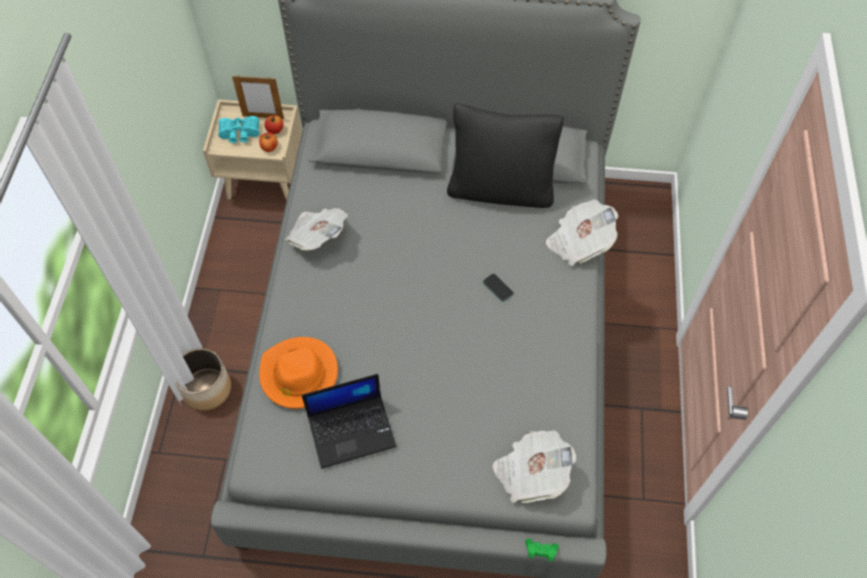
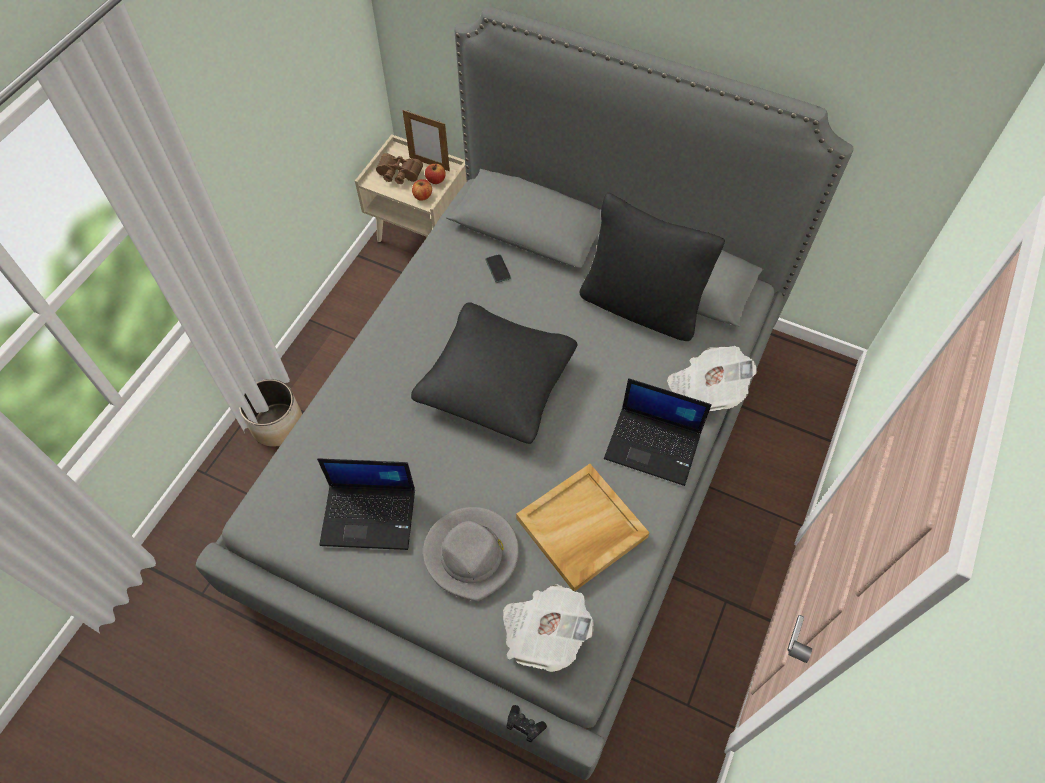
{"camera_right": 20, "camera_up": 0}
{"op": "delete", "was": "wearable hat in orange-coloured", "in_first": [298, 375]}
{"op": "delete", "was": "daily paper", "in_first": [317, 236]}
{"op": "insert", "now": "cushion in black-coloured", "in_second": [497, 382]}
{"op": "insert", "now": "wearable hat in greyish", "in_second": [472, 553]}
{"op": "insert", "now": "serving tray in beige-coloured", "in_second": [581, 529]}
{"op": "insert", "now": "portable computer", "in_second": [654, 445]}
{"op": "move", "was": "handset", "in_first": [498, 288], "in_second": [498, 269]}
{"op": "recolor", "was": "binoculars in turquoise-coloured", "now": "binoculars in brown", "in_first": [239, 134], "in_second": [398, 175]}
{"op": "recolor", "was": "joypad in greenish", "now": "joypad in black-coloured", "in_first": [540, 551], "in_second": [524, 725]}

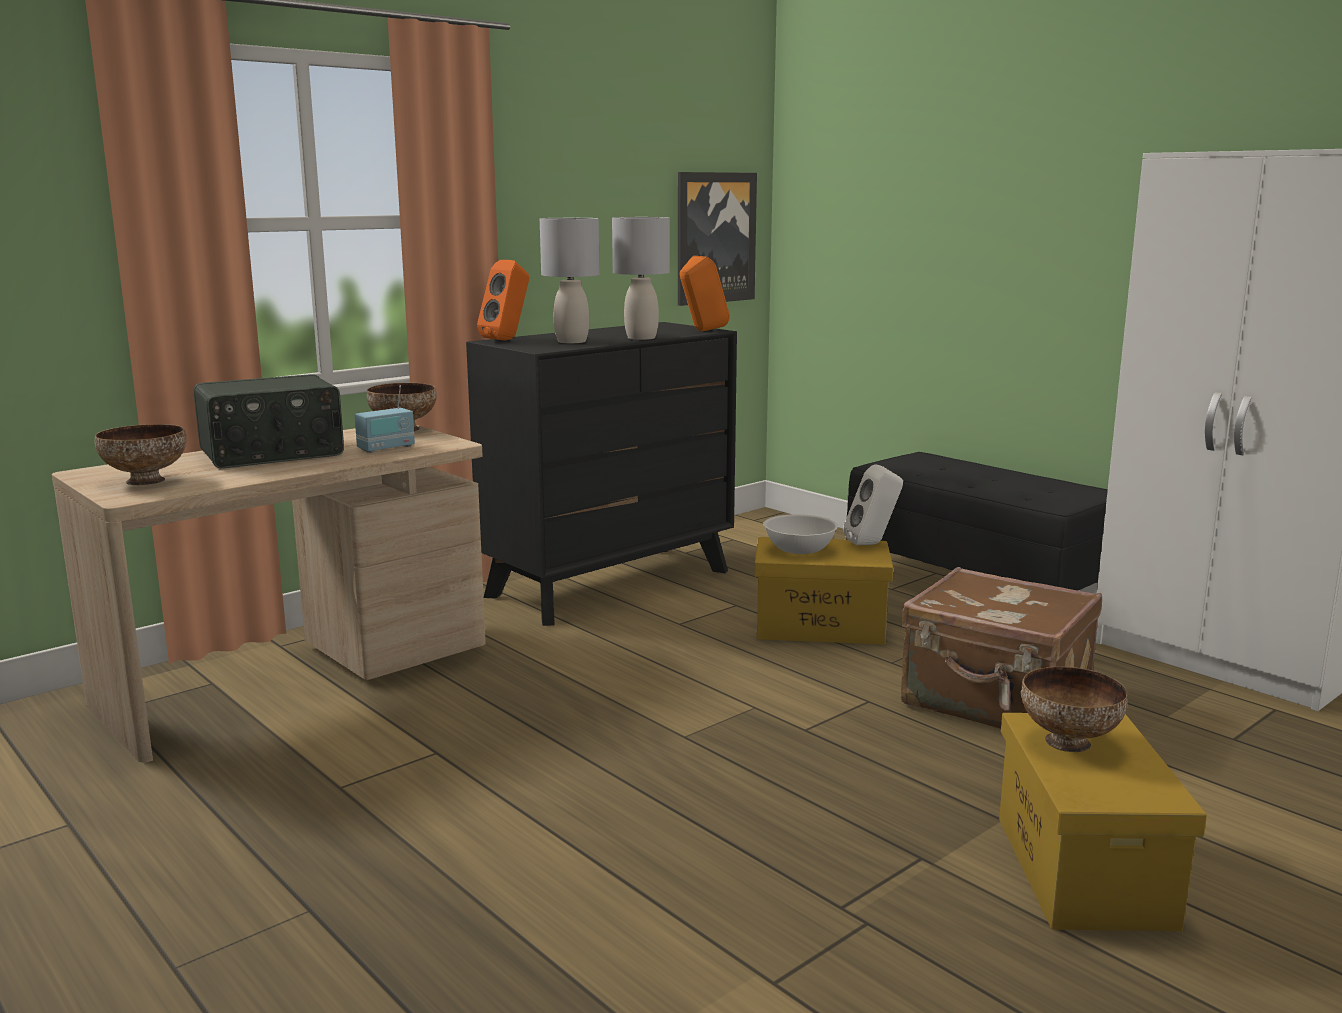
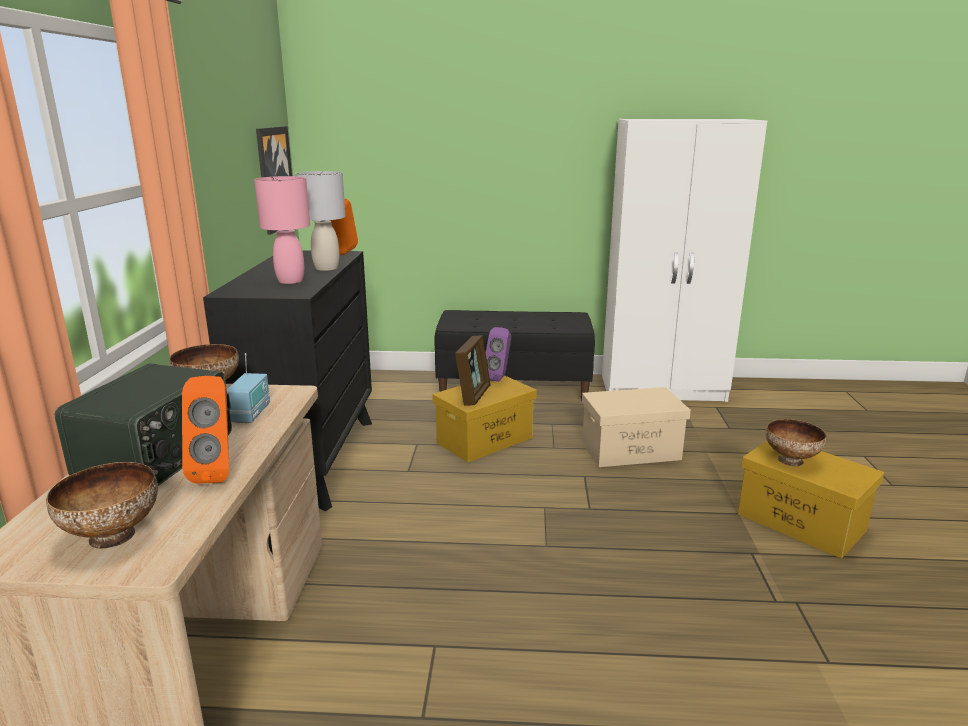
{"camera_right": -45, "camera_up": 5}
{"op": "move", "was": "speaker in orange-coloured", "in_first": [507, 340], "in_second": [218, 472]}
{"op": "replace", "was": "deep dish in whitish", "now": "picture frame", "in_first": [800, 550], "in_second": [473, 395]}
{"op": "replace", "was": "suitcase in brown", "now": "storage container in beige-coloured", "in_first": [996, 702], "in_second": [631, 450]}
{"op": "recolor", "was": "lamp for a table in greyish", "now": "lamp for a table in pink", "in_first": [571, 341], "in_second": [290, 281]}
{"op": "recolor", "was": "speaker in whitish", "now": "speaker in purple-coloured", "in_first": [873, 544], "in_second": [499, 378]}

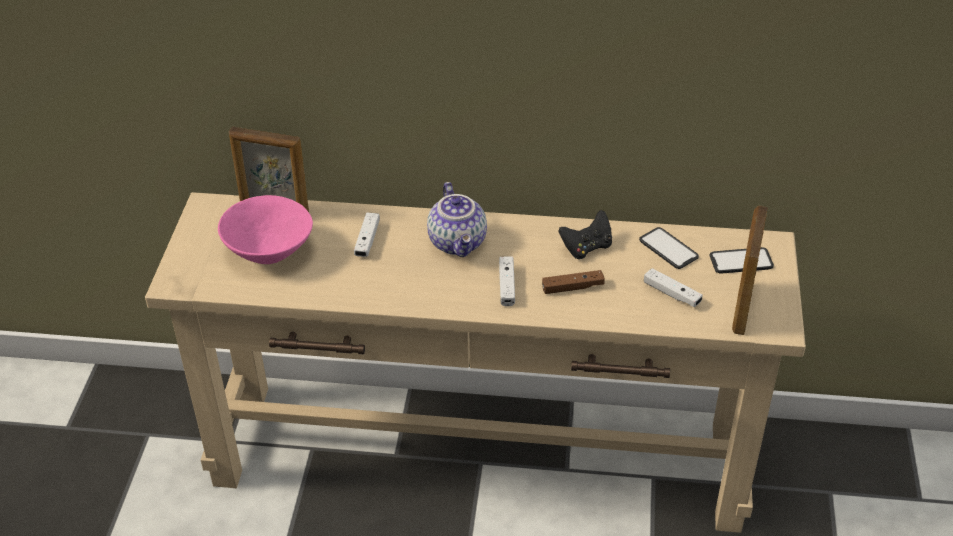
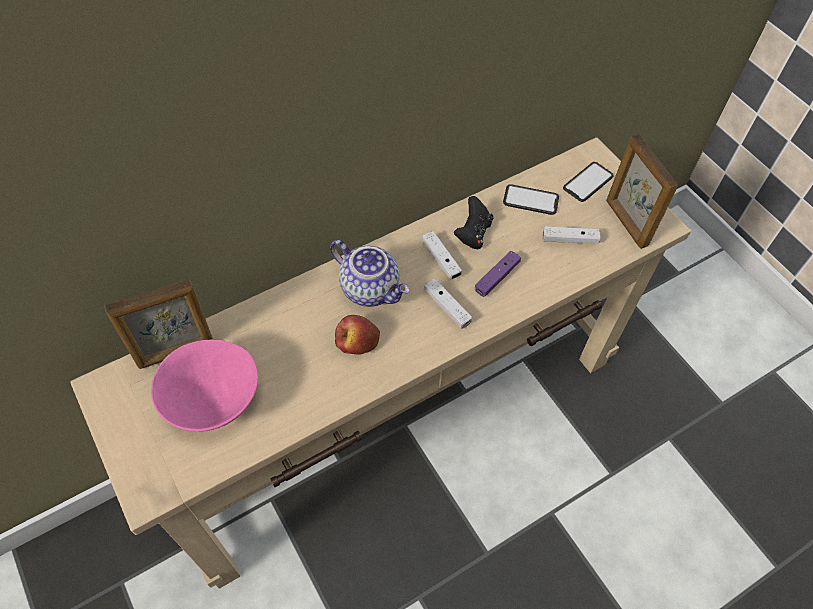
{"camera_right": -40, "camera_up": 15}
{"op": "insert", "now": "apple", "in_second": [357, 341]}
{"op": "move", "was": "joypad in whitish", "in_first": [367, 240], "in_second": [441, 259]}
{"op": "recolor", "was": "joypad in brown", "now": "joypad in purple-coloured", "in_first": [572, 287], "in_second": [496, 277]}

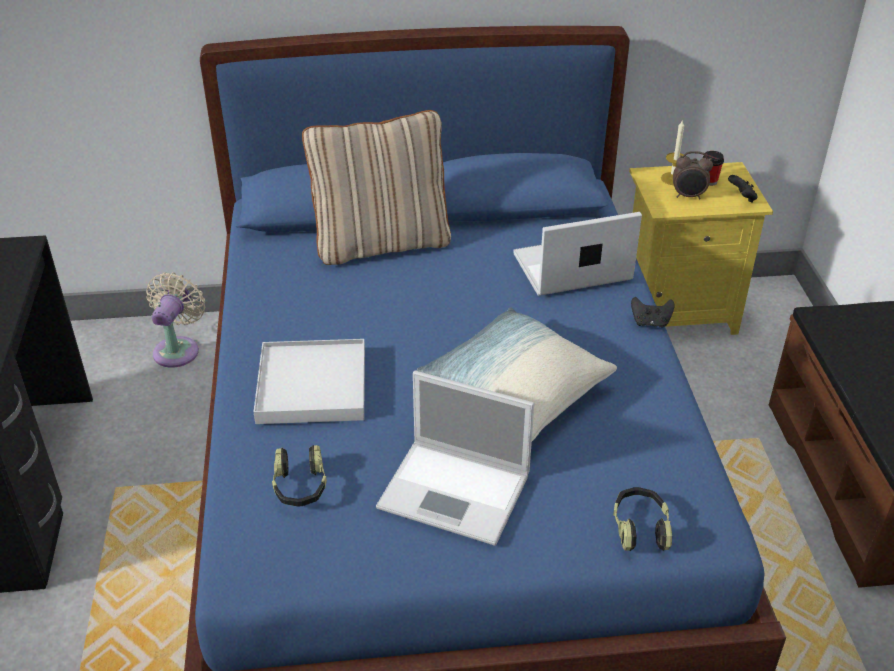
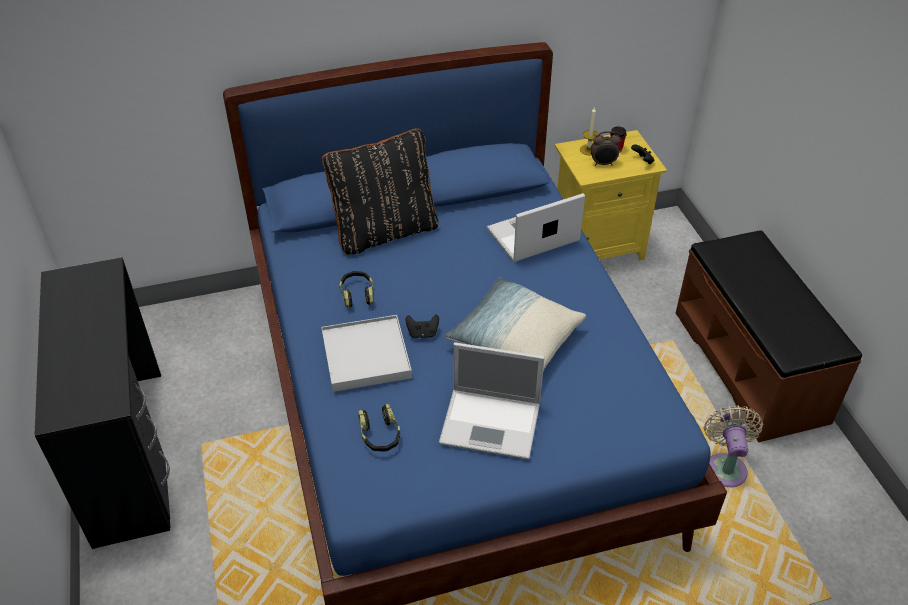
{"camera_right": -10, "camera_up": 5}
{"op": "move", "was": "fan in beige-coloured", "in_first": [178, 349], "in_second": [725, 466]}
{"op": "move", "was": "headphones", "in_first": [640, 527], "in_second": [357, 294]}
{"op": "move", "was": "joypad in black-coloured", "in_first": [650, 322], "in_second": [422, 333]}
{"op": "recolor", "was": "cushion in beige-coloured", "now": "cushion in black-coloured", "in_first": [381, 243], "in_second": [385, 231]}

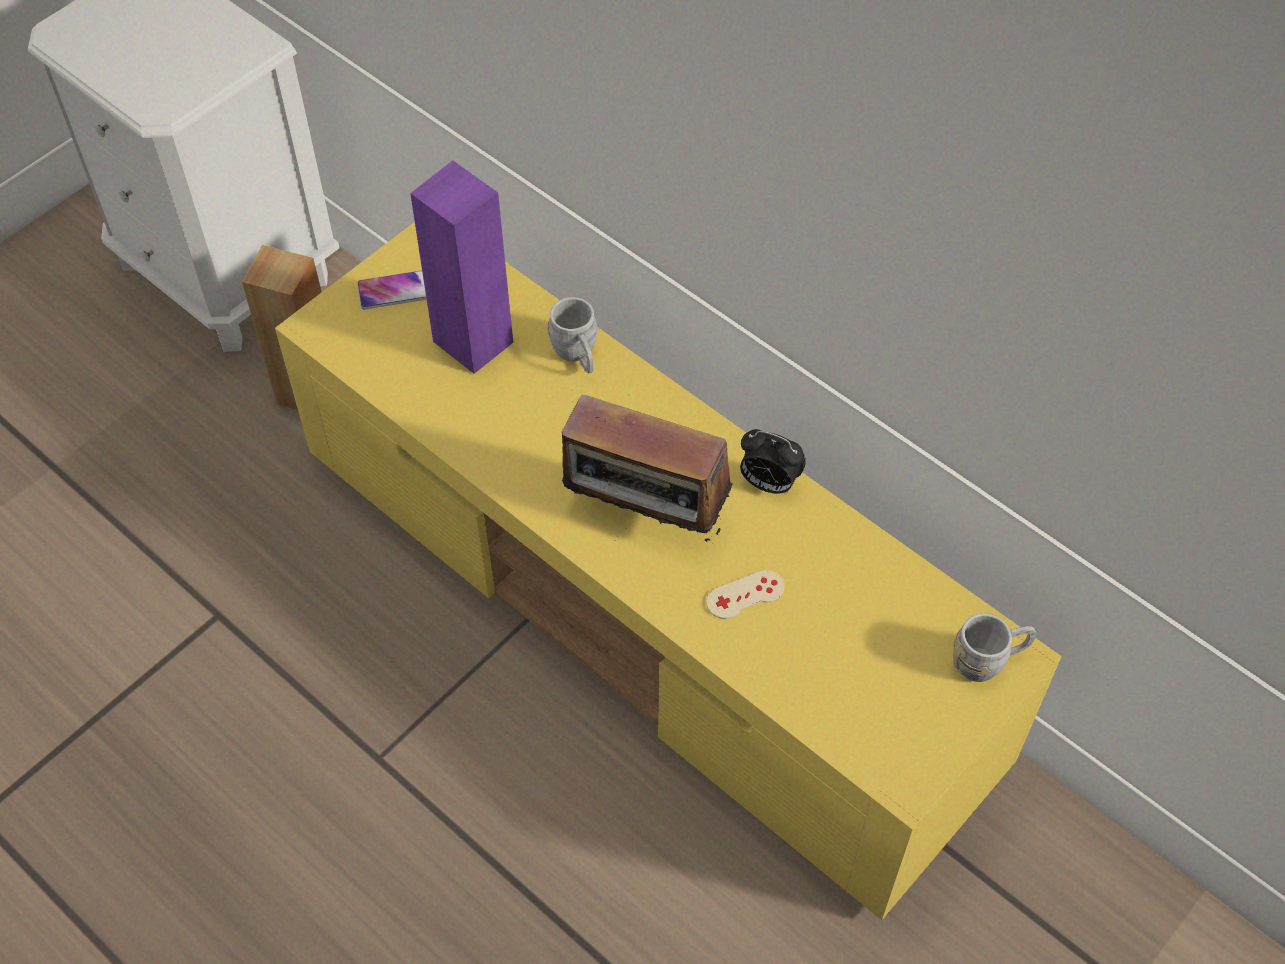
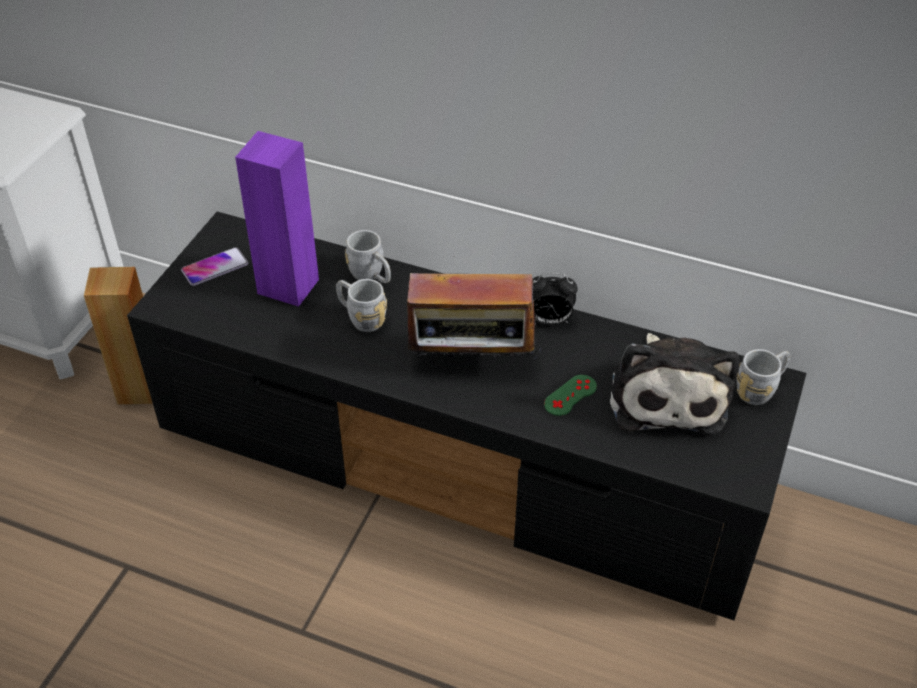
{"camera_right": -20, "camera_up": -10}
{"op": "insert", "now": "mug in greyish", "in_second": [361, 317]}
{"op": "insert", "now": "soft toy", "in_second": [667, 394]}
{"op": "recolor", "was": "tv stand in yellow", "now": "tv stand in black-coloured", "in_first": [647, 606], "in_second": [462, 463]}
{"op": "recolor", "was": "joypad in beige-coloured", "now": "joypad in greenish", "in_first": [745, 595], "in_second": [570, 395]}

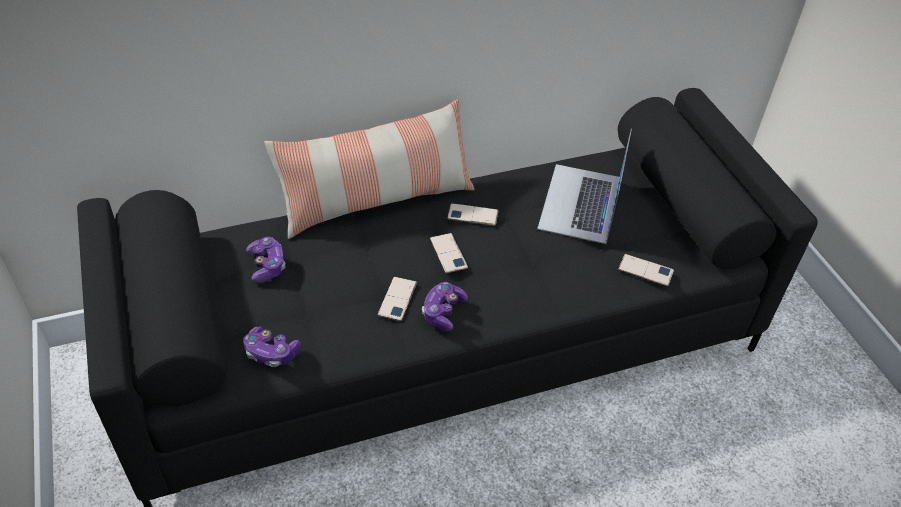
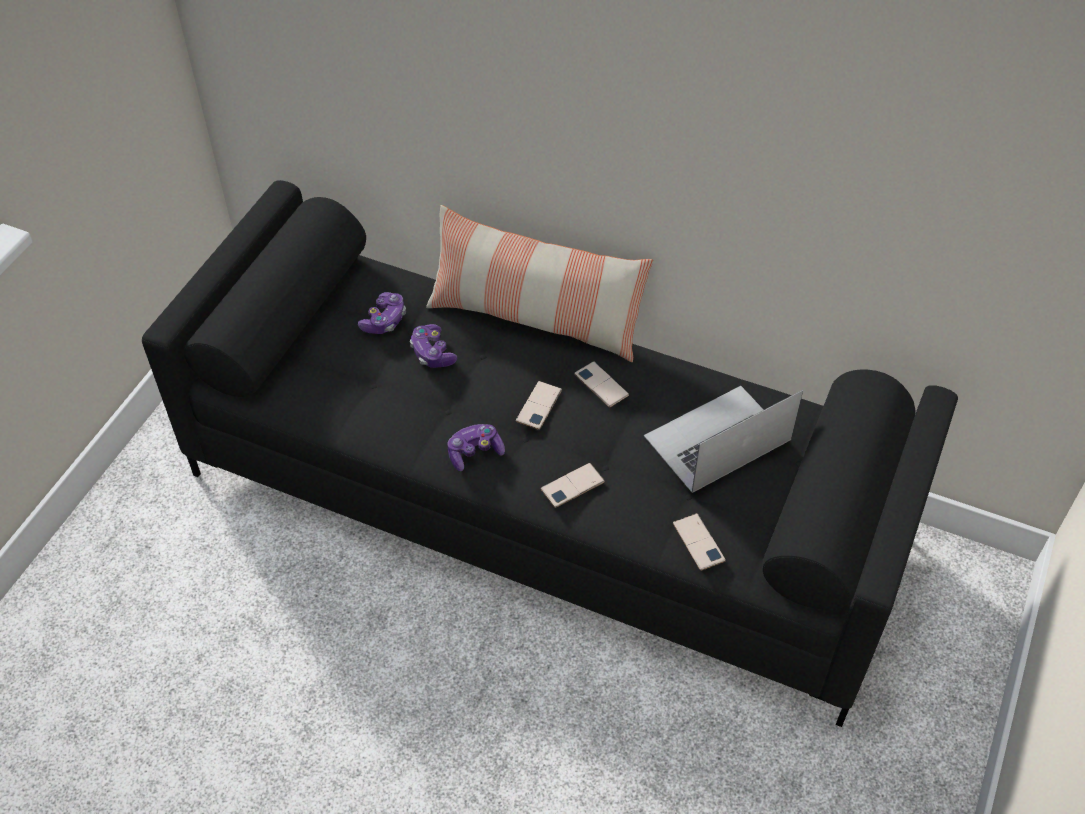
{"camera_right": 45, "camera_up": 5}
{"op": "move", "was": "joypad", "in_first": [271, 353], "in_second": [432, 353]}
{"op": "move", "was": "handset", "in_first": [397, 299], "in_second": [572, 485]}

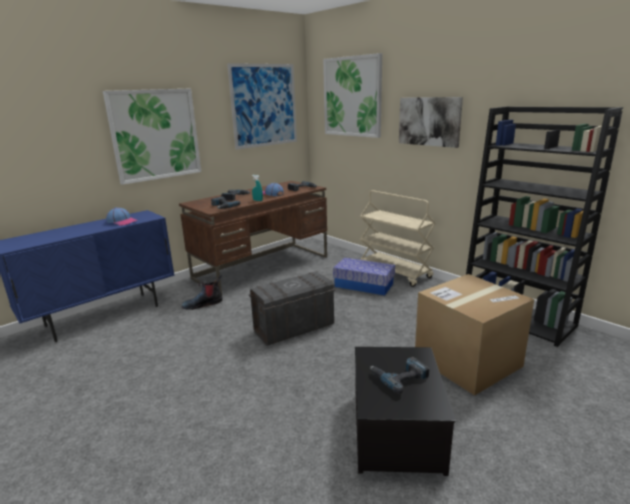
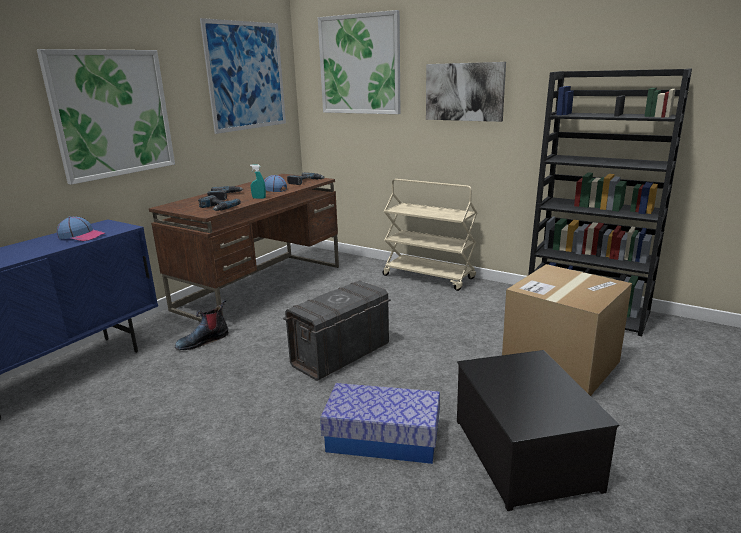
{"camera_right": -15, "camera_up": 0}
{"op": "delete", "was": "electric drill", "in_first": [399, 377]}
{"op": "move", "was": "storage container", "in_first": [364, 285], "in_second": [383, 438]}

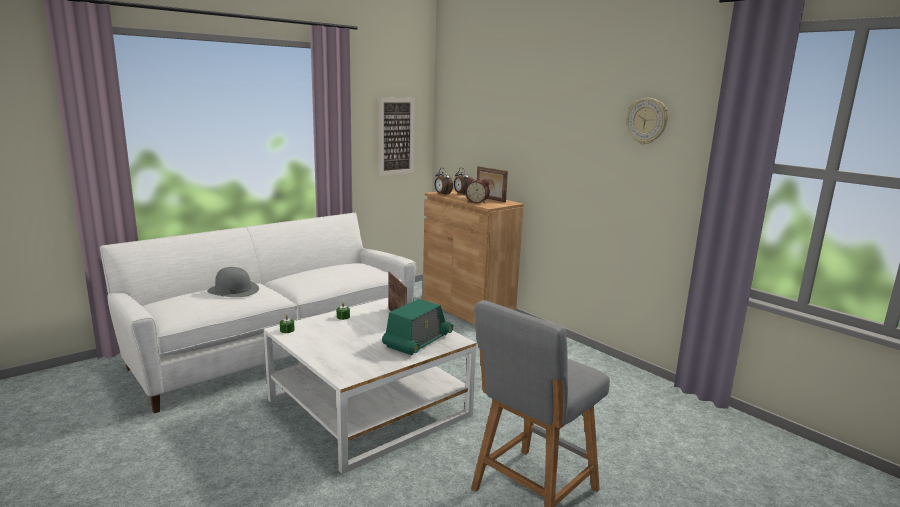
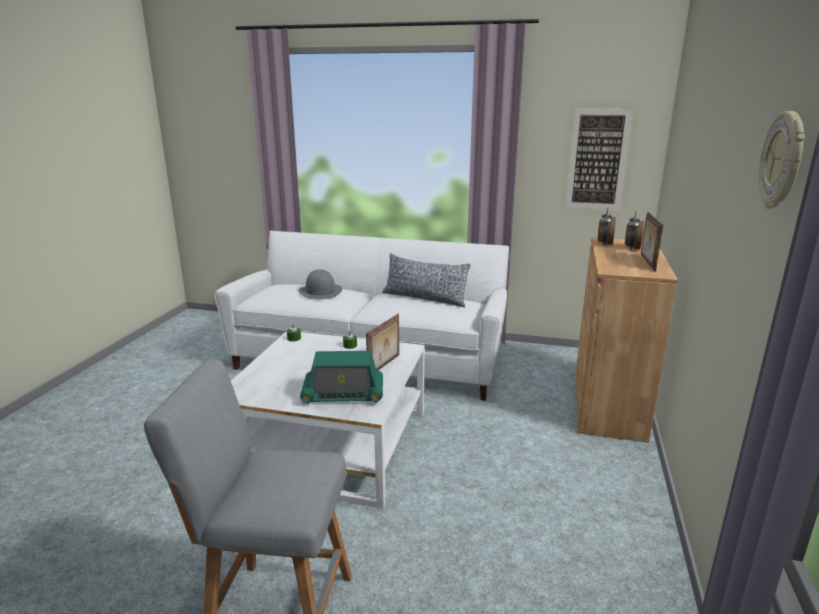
{"camera_right": 55, "camera_up": 5}
{"op": "delete", "was": "alarm clock", "in_first": [477, 202]}
{"op": "insert", "now": "cushion", "in_second": [424, 298]}

